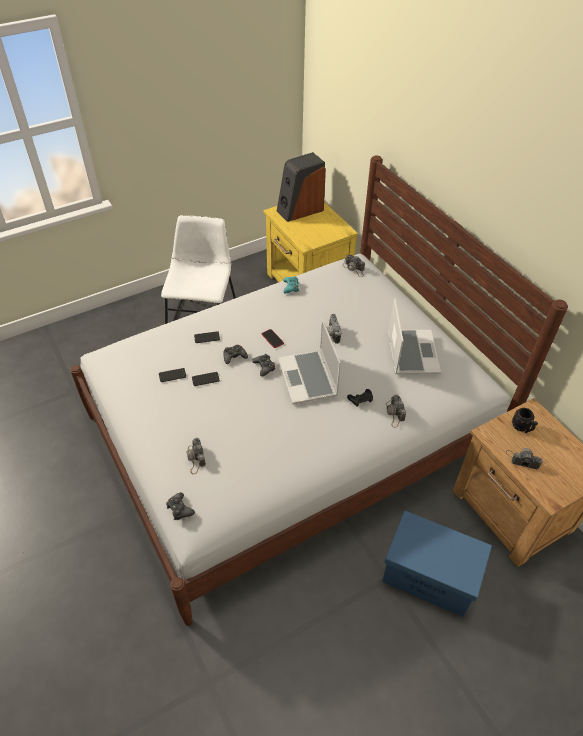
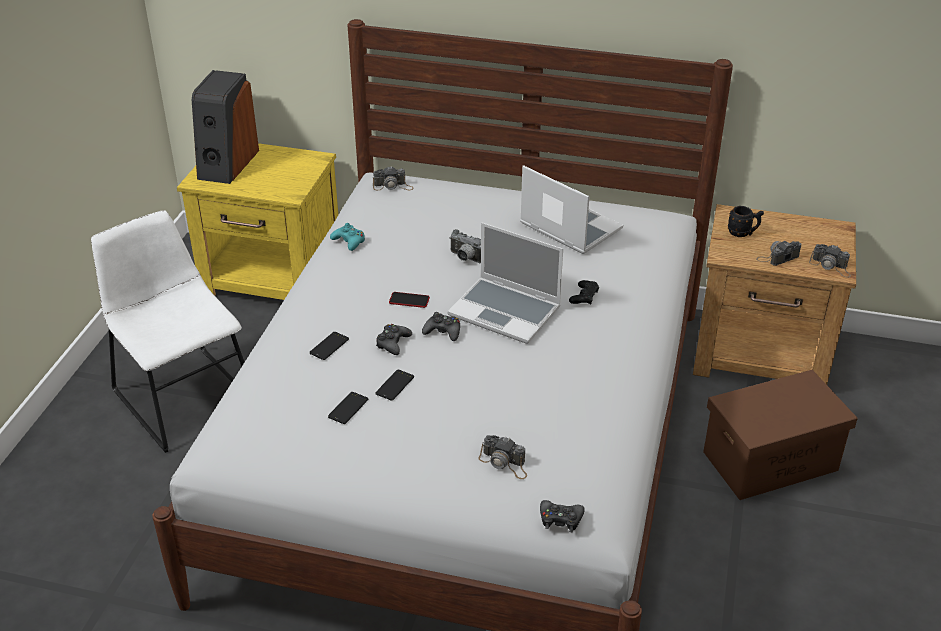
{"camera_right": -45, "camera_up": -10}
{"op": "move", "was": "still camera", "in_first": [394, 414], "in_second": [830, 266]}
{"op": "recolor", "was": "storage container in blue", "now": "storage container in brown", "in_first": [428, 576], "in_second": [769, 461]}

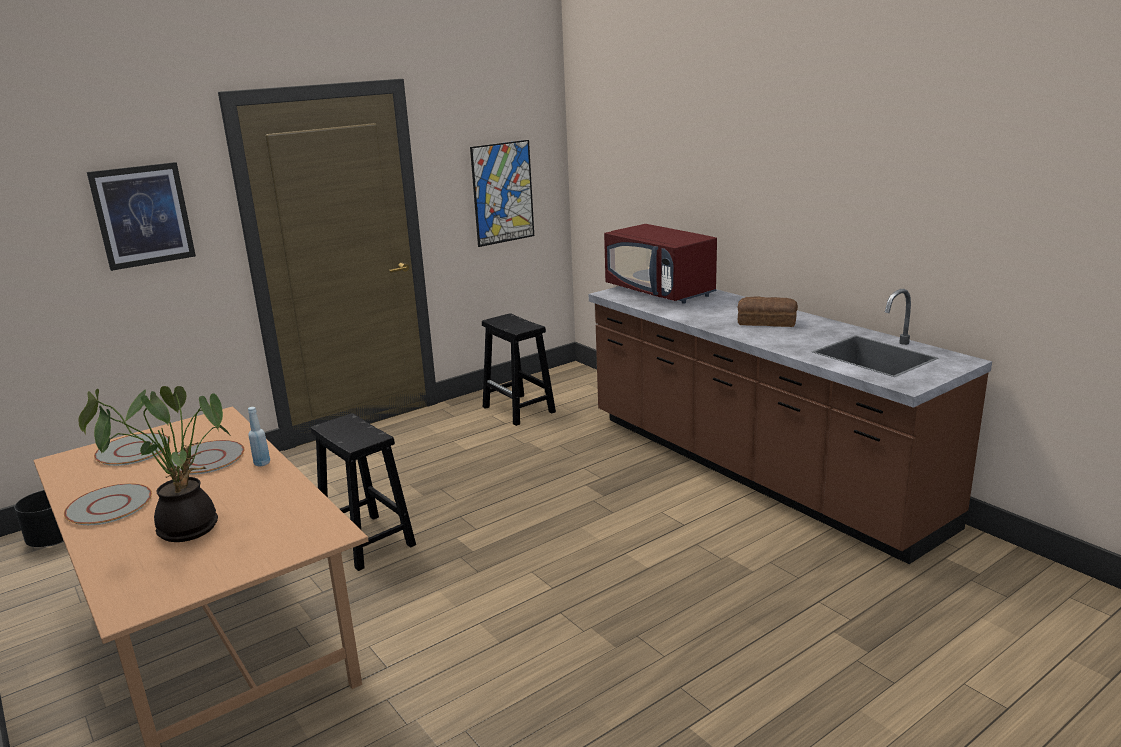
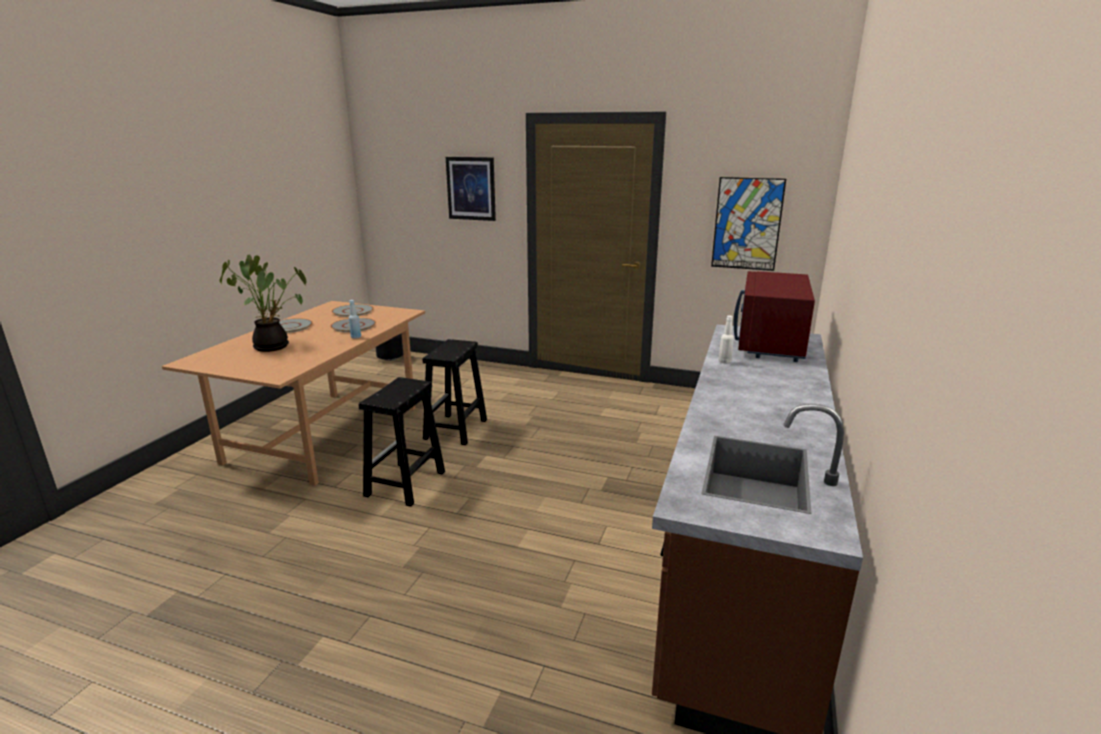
{"camera_right": 55, "camera_up": 0}
{"op": "delete", "was": "baked bread", "in_first": [767, 322]}
{"op": "insert", "now": "bottle in whitish", "in_second": [724, 361]}
{"op": "move", "was": "stool seat in black-coloured", "in_first": [519, 410], "in_second": [405, 484]}

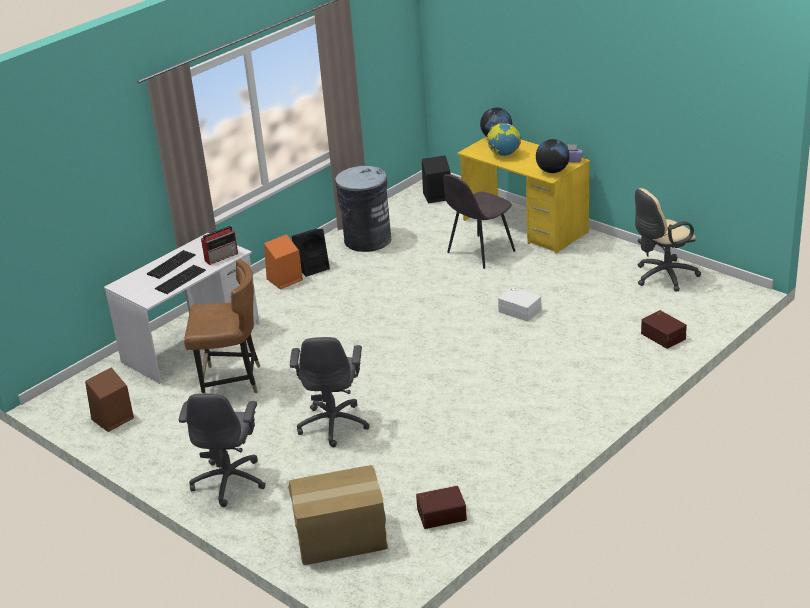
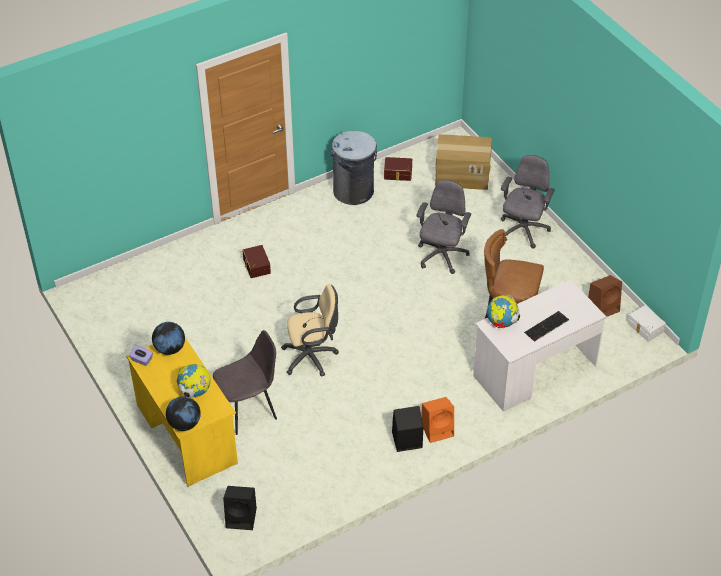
{"camera_right": -165, "camera_up": 15}
{"op": "delete", "was": "keyboard", "in_first": [180, 279]}
{"op": "move", "was": "waste bin in greyish", "in_first": [367, 240], "in_second": [354, 191]}
{"op": "move", "was": "storage container in whitish", "in_first": [520, 310], "in_second": [645, 328]}
{"op": "move", "was": "office chair in beige-coloured", "in_first": [662, 277], "in_second": [312, 357]}
{"op": "move", "was": "storage container in brown", "in_first": [664, 336], "in_second": [256, 266]}
{"op": "replace", "was": "radio", "now": "globe", "in_first": [222, 257], "in_second": [501, 323]}

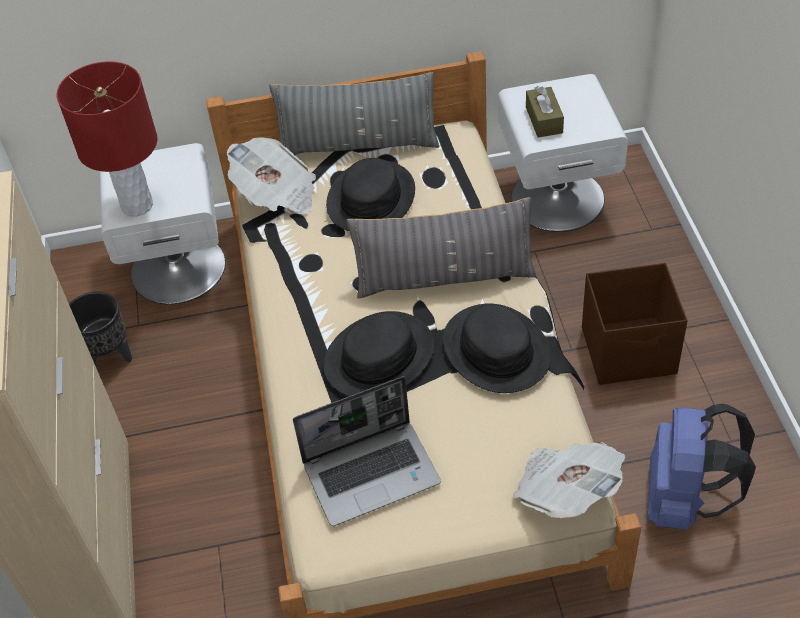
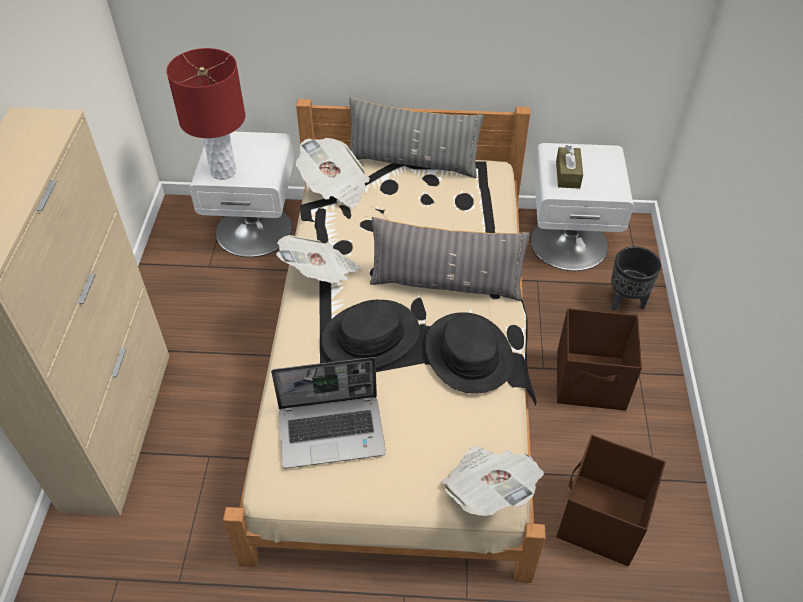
{"camera_right": 10, "camera_up": 0}
{"op": "delete", "was": "wearable hat in black-coloured", "in_first": [370, 198]}
{"op": "insert", "now": "daily paper", "in_second": [320, 273]}
{"op": "move", "was": "planter in black-coloured", "in_first": [109, 357], "in_second": [625, 301]}
{"op": "replace", "was": "rucksack in blue", "now": "storage container in brown", "in_first": [684, 500], "in_second": [600, 520]}

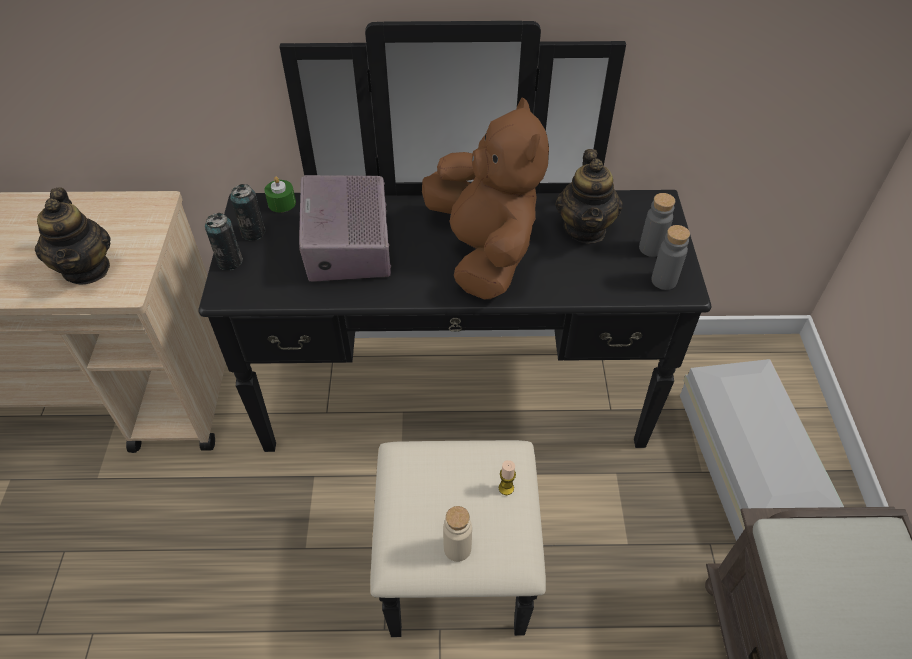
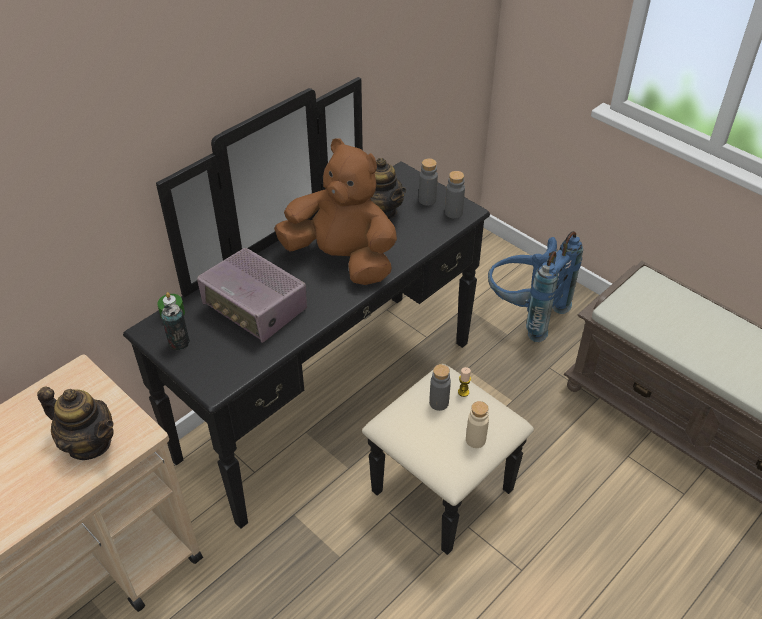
{"camera_right": -45, "camera_up": -5}
{"op": "delete", "was": "can", "in_first": [230, 261]}
{"op": "insert", "now": "bottle in greyish", "in_second": [439, 403]}
{"op": "replace", "was": "storage container in whitish", "now": "rucksack in blue", "in_first": [747, 464], "in_second": [524, 313]}

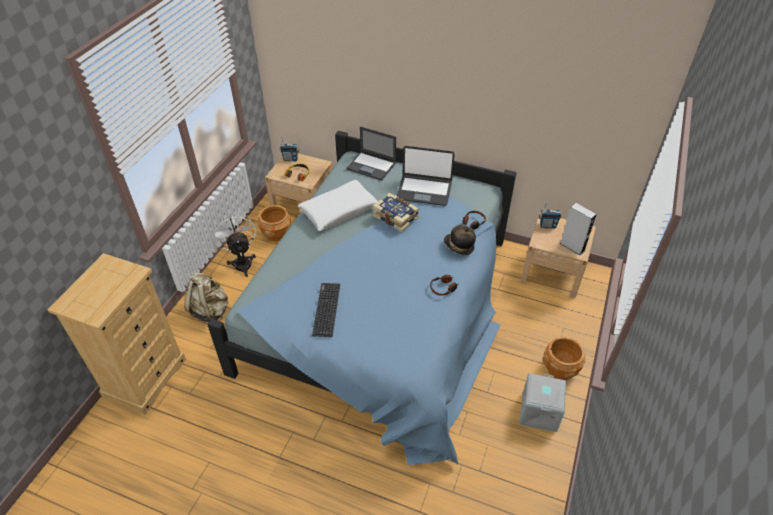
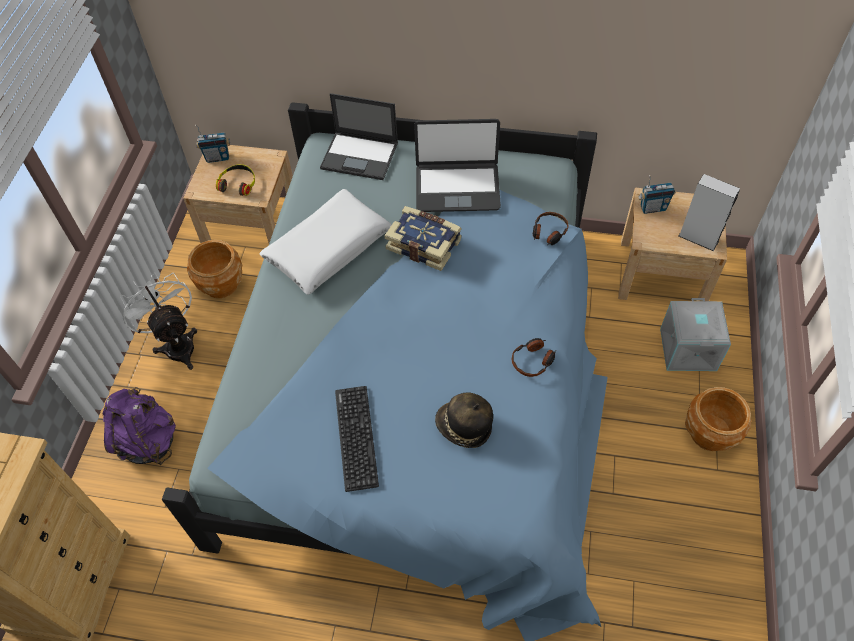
{"camera_right": -10, "camera_up": 10}
{"op": "move", "was": "wearable hat", "in_first": [458, 246], "in_second": [464, 427]}
{"op": "move", "was": "storage container in greyish", "in_first": [538, 411], "in_second": [686, 349]}
{"op": "recolor", "was": "rucksack in beige-coloured", "now": "rucksack in purple-coloured", "in_first": [210, 310], "in_second": [148, 441]}

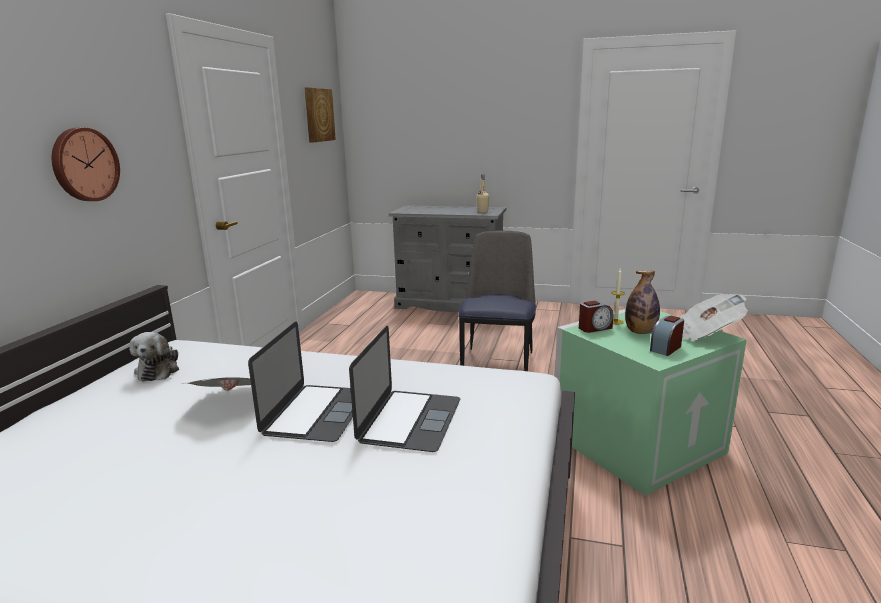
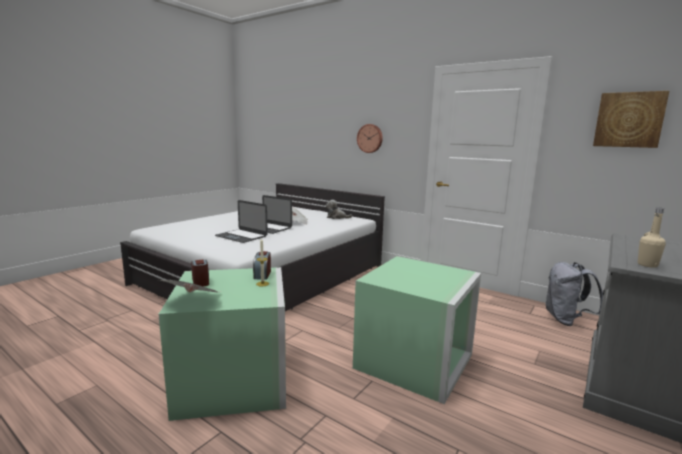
{"camera_right": 110, "camera_up": -5}
{"op": "delete", "was": "bottle", "in_first": [640, 332]}
{"op": "insert", "now": "rucksack in greyish", "in_second": [566, 320]}
{"op": "replace", "was": "plain chair", "now": "storage container in greenish", "in_first": [498, 363], "in_second": [415, 362]}

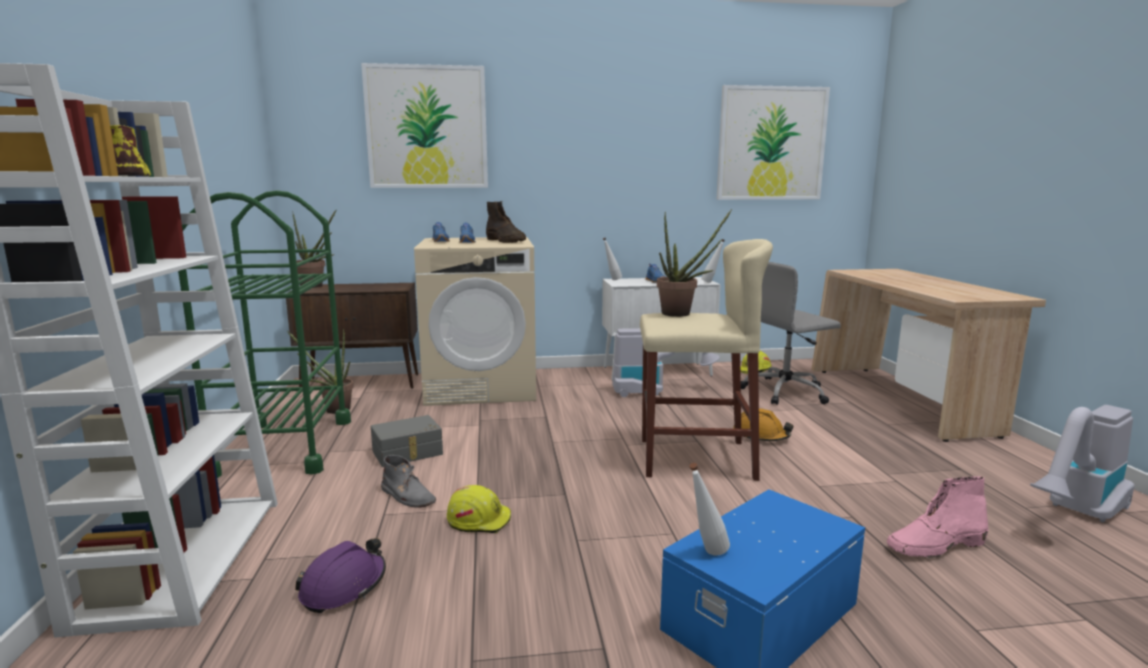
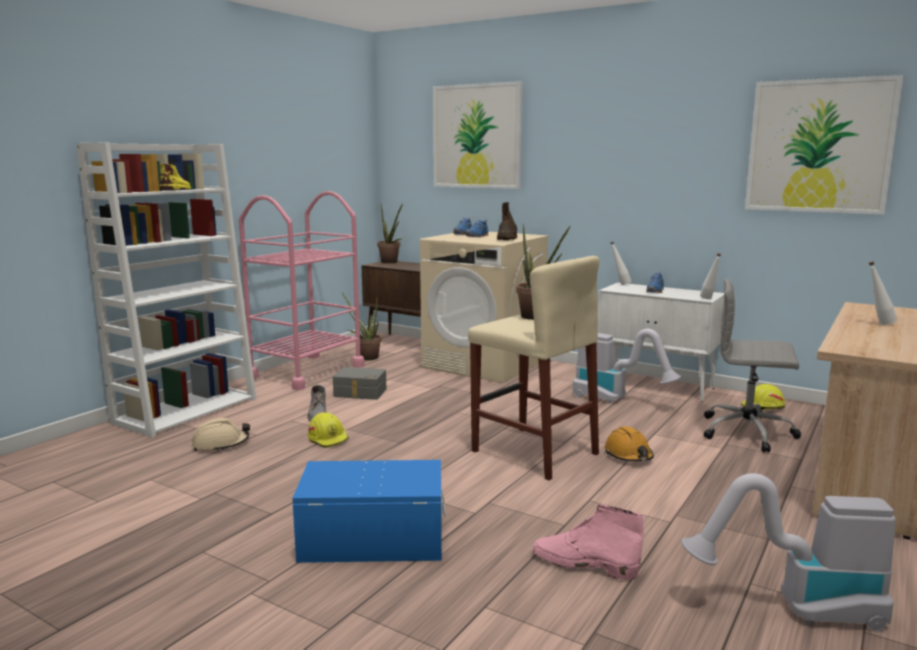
{"camera_right": 40, "camera_up": 0}
{"op": "move", "was": "bottle in whitish", "in_first": [706, 554], "in_second": [878, 324]}
{"op": "recolor", "was": "cart in greenish", "now": "cart in pink", "in_first": [283, 447], "in_second": [306, 371]}
{"op": "recolor", "was": "work helmet in purple-coloured", "now": "work helmet in beige-coloured", "in_first": [344, 587], "in_second": [220, 444]}

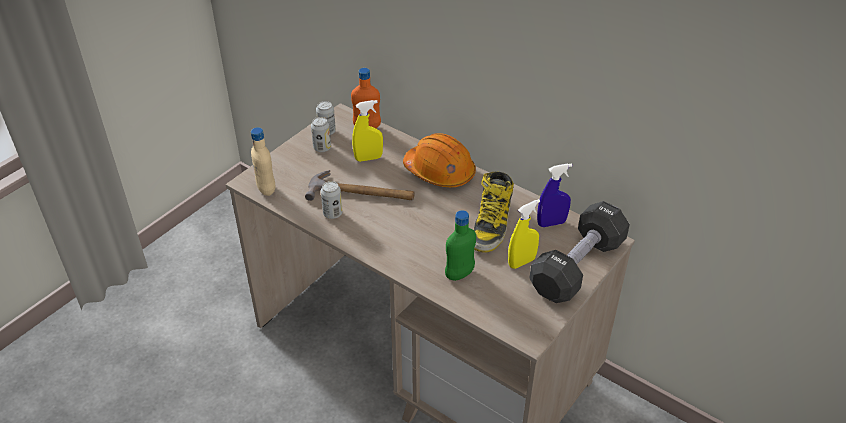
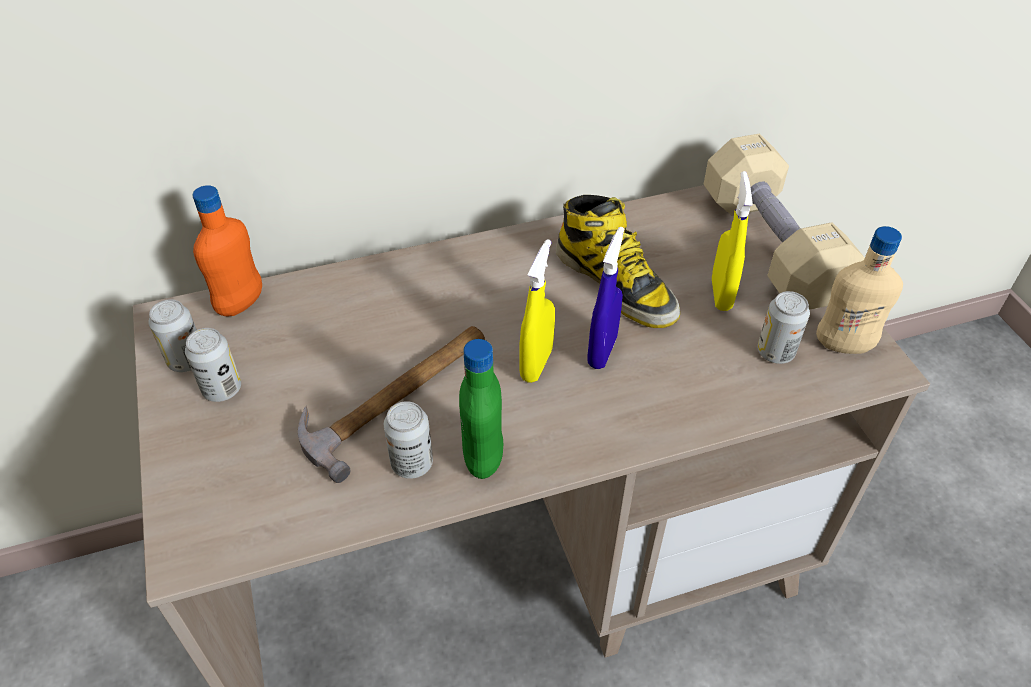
{"camera_right": -55, "camera_up": 5}
{"op": "delete", "was": "work helmet in orange-coloured", "in_first": [439, 172]}
{"op": "insert", "now": "can", "in_second": [775, 352]}
{"op": "move", "was": "bottle in beige-coloured", "in_first": [266, 189], "in_second": [843, 345]}
{"op": "move", "was": "hand sprayer in yellow", "in_first": [368, 158], "in_second": [536, 364]}
{"op": "move", "was": "bottle in greenish", "in_first": [459, 274], "in_second": [483, 457]}
{"op": "move", "was": "hand sprayer in blue", "in_first": [551, 223], "in_second": [602, 351]}
{"op": "recolor", "was": "dumbbell in black-coloured", "now": "dumbbell in beige-coloured", "in_first": [577, 267], "in_second": [770, 247]}

